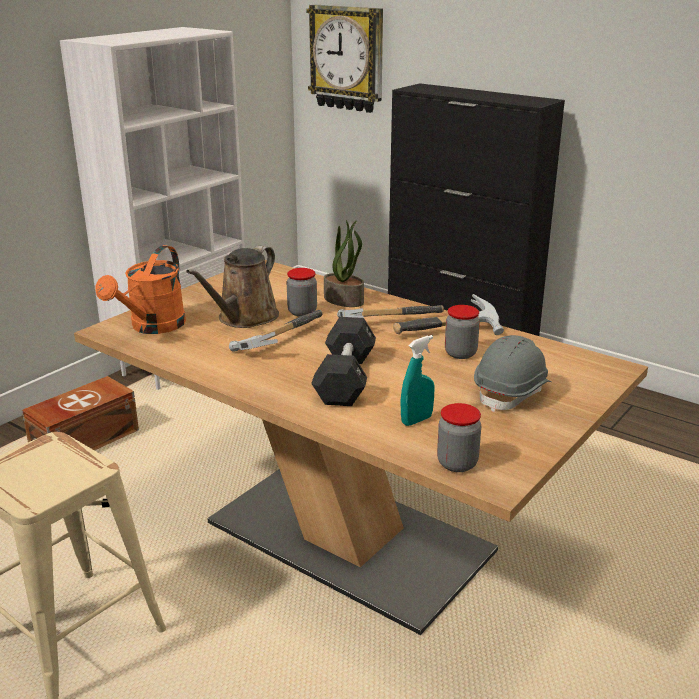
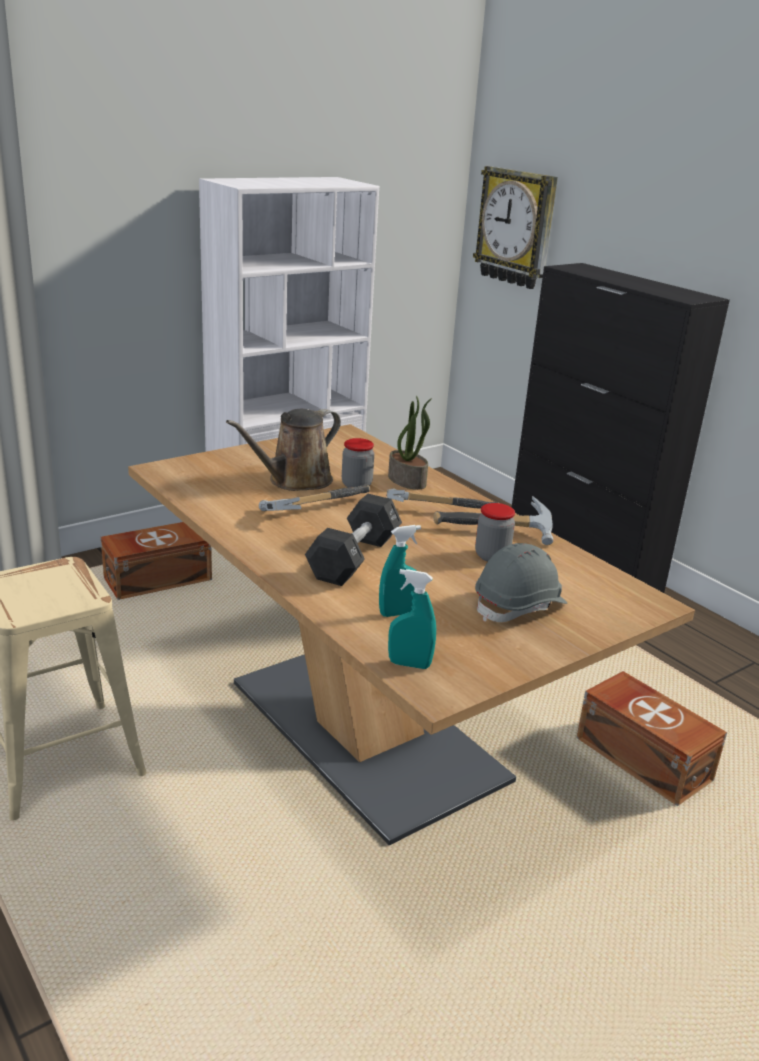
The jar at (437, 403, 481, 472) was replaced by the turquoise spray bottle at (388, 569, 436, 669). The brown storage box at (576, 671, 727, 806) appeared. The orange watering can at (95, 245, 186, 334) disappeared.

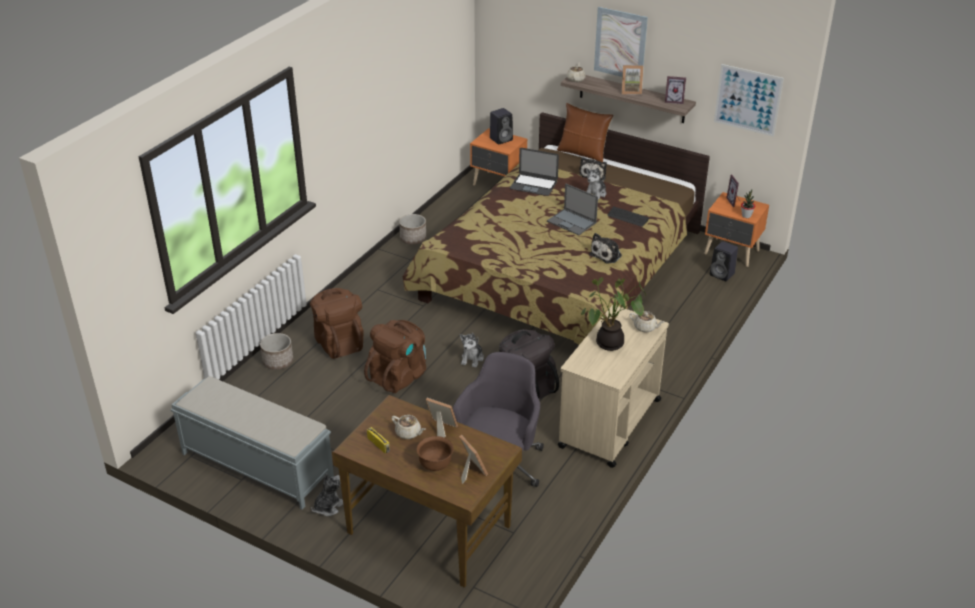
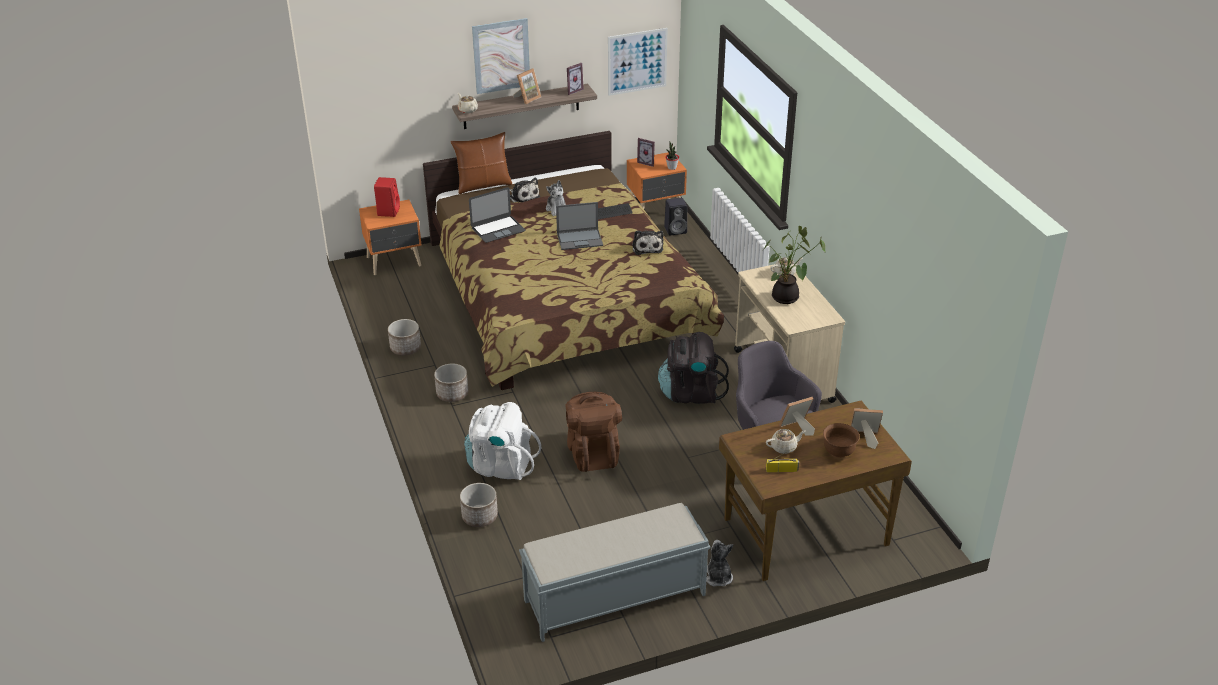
The black speaker at (490, 108, 513, 144) became the red speaker at (374, 177, 400, 217). The planter at (434, 363, 468, 402) appeared. The brown backpack at (310, 288, 364, 359) became the white backpack at (464, 402, 541, 480). The plush toy at (460, 333, 484, 368) disappeared.

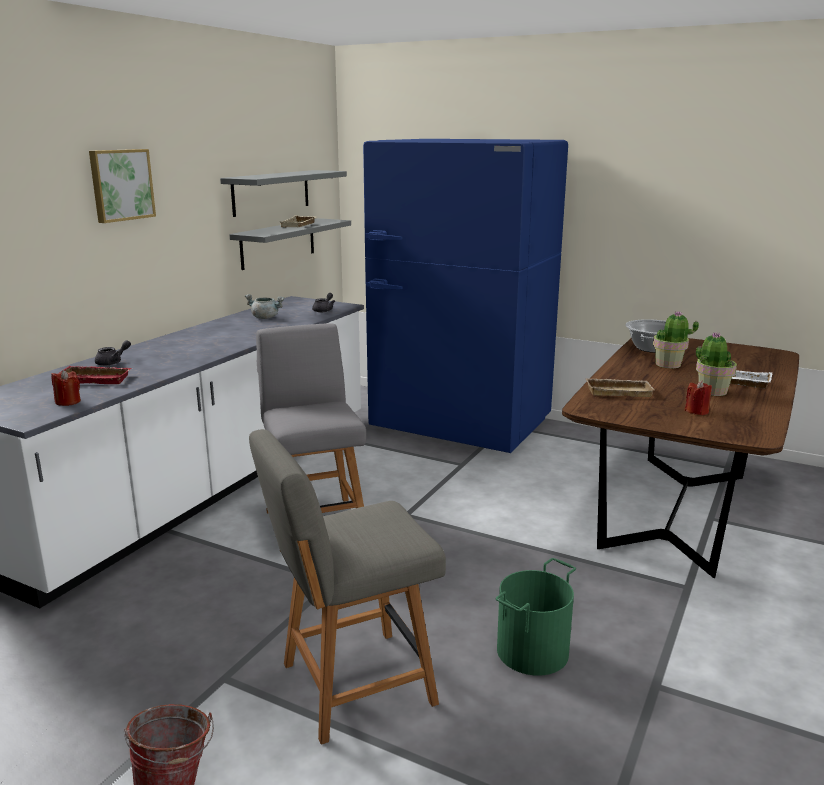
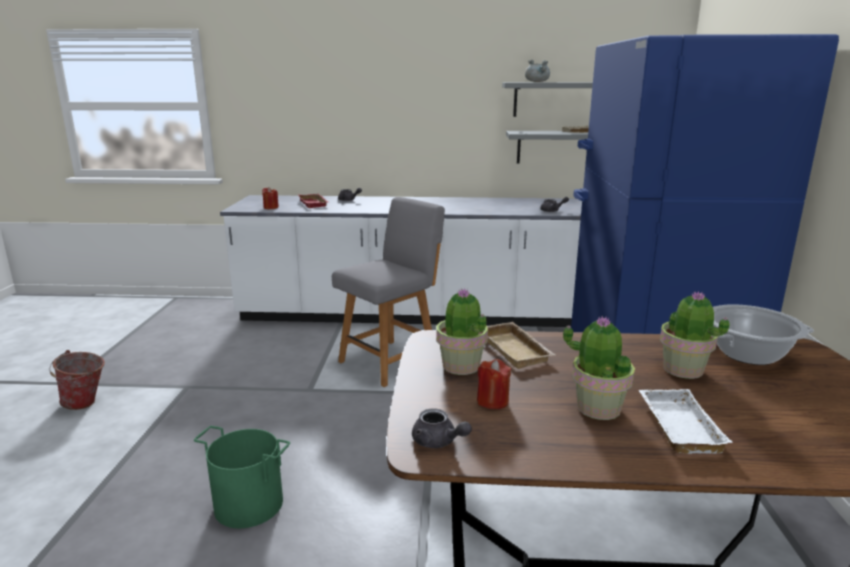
The grey teapot at (412, 408, 472, 448) appeared. The potted plant at (436, 288, 488, 375) appeared. The grey cooking pot moved from (245, 294, 284, 319) to (525, 60, 550, 82). The picture at (89, 149, 156, 223) disappeared. The grey chair at (249, 429, 446, 744) disappeared.

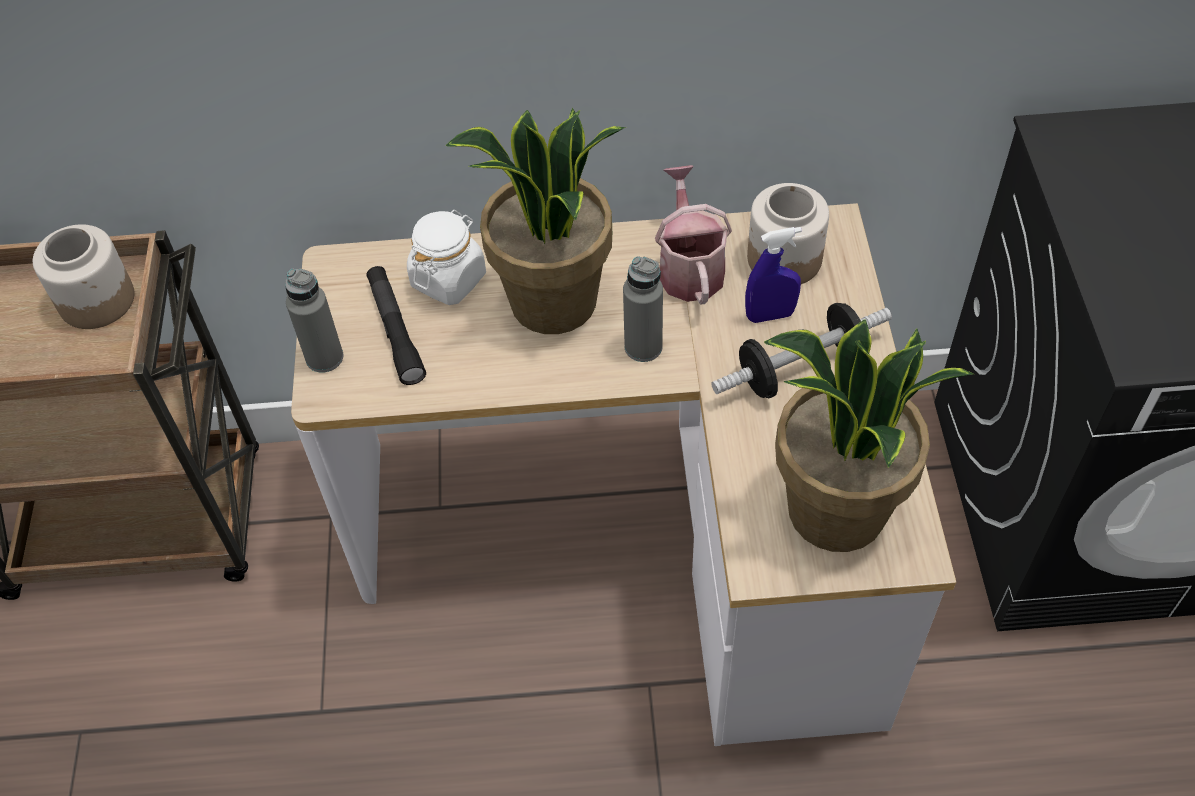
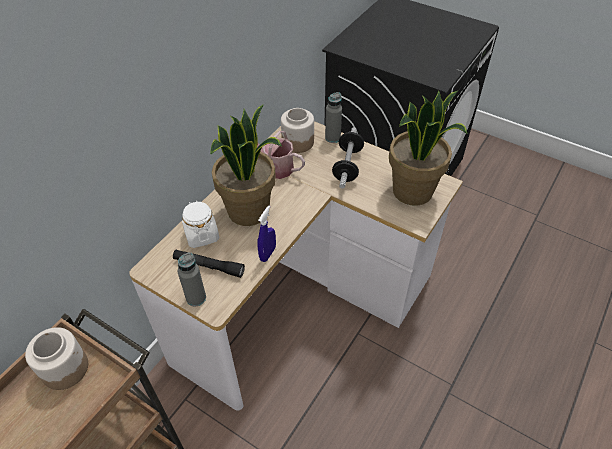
The blue spray bottle moved from (745, 227, 802, 323) to (257, 206, 276, 262). The grey bottle moved from (623, 256, 663, 362) to (325, 92, 342, 143).

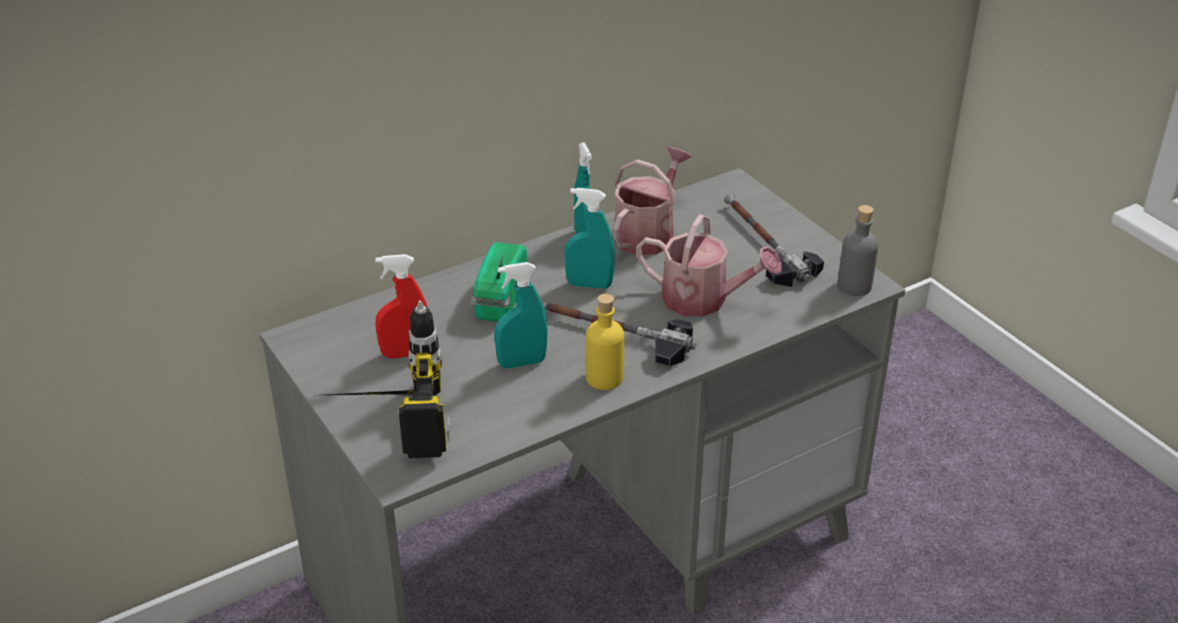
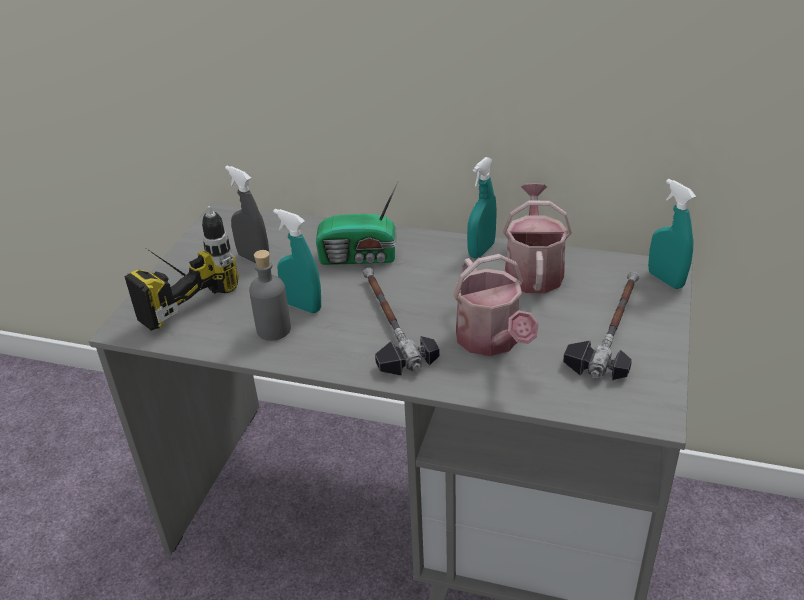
The red spray bottle at (375, 254, 427, 359) became the grey spray bottle at (225, 166, 269, 263). The grey bottle moved from (837, 205, 879, 296) to (249, 250, 291, 341). The radio at (471, 242, 527, 322) turned 150 degrees counterclockwise. The watering can at (613, 147, 691, 255) turned 75 degrees counterclockwise. The turquoise spray bottle moved from (565, 188, 615, 289) to (648, 179, 696, 289). The yellow bottle at (586, 294, 624, 390) disappeared.

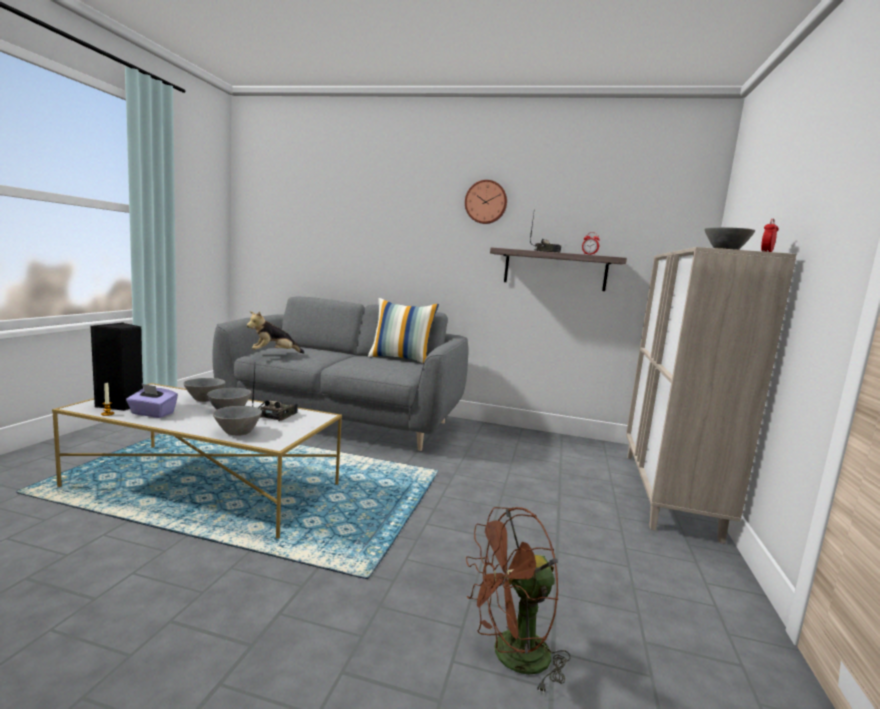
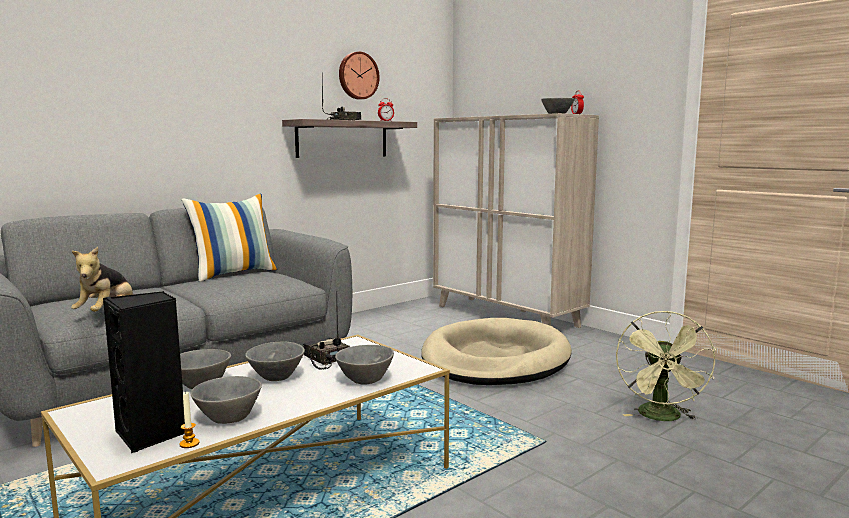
The purple tissue box at (126, 383, 178, 418) was replaced by the grey bowl at (191, 376, 262, 424). The wall clock moved from (465, 180, 507, 224) to (339, 52, 380, 100). The beige dog bed at (421, 318, 572, 385) appeared. The brown fan at (466, 507, 571, 692) became the green fan at (616, 311, 716, 421).

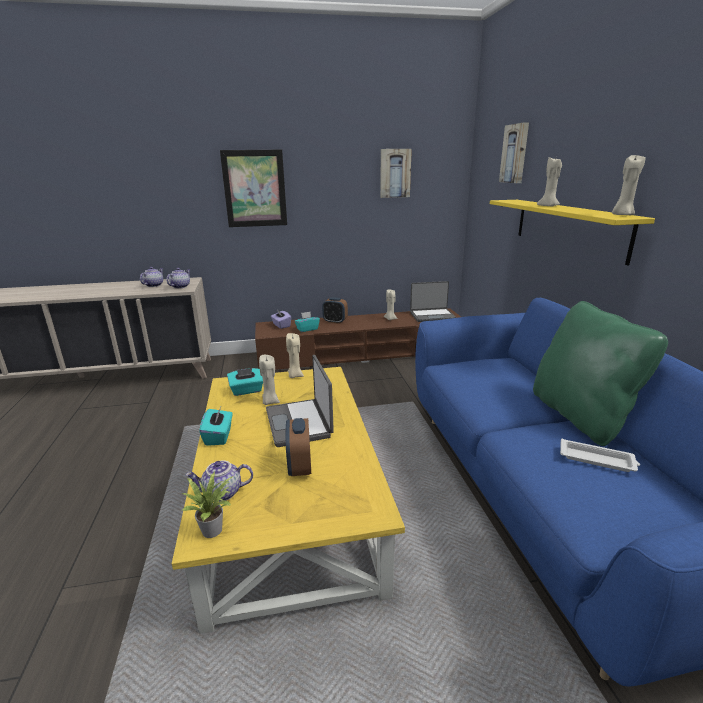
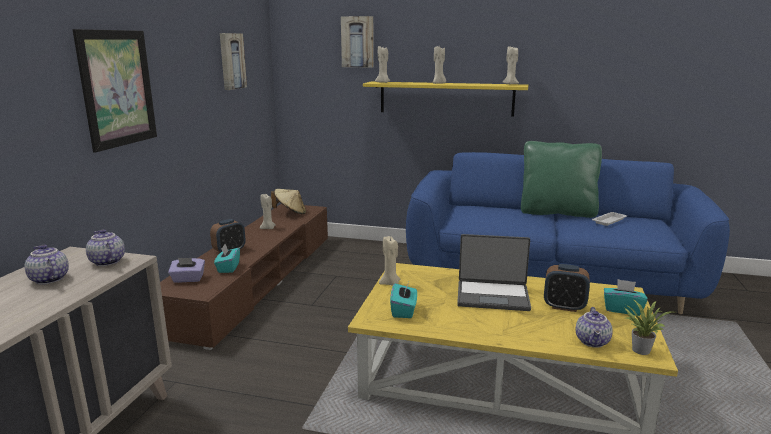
The laptop at (410, 281, 457, 322) was replaced by the beige hat at (271, 189, 306, 214). The beige candle moved from (259, 355, 280, 405) to (375, 46, 390, 83). The turquoise tissue box moved from (199, 405, 233, 446) to (604, 279, 648, 316).

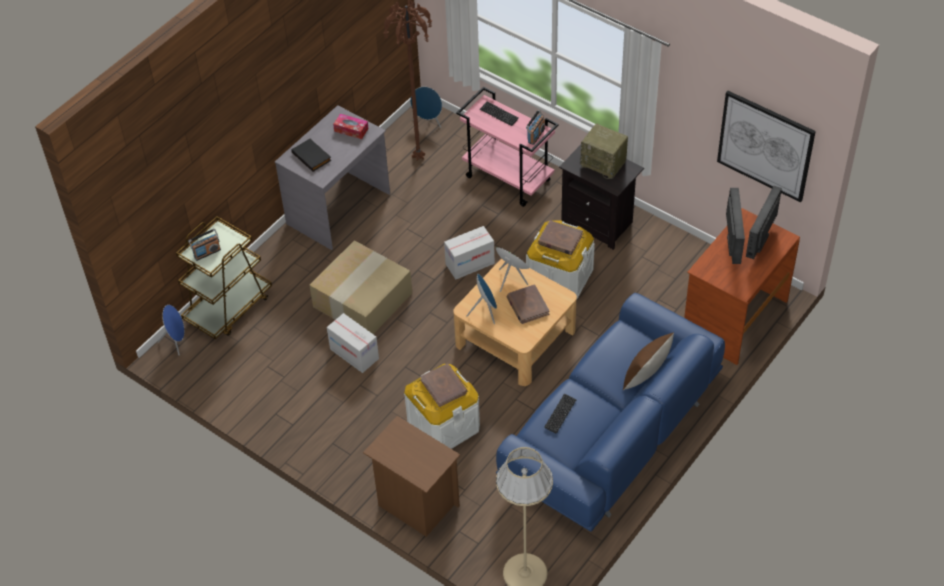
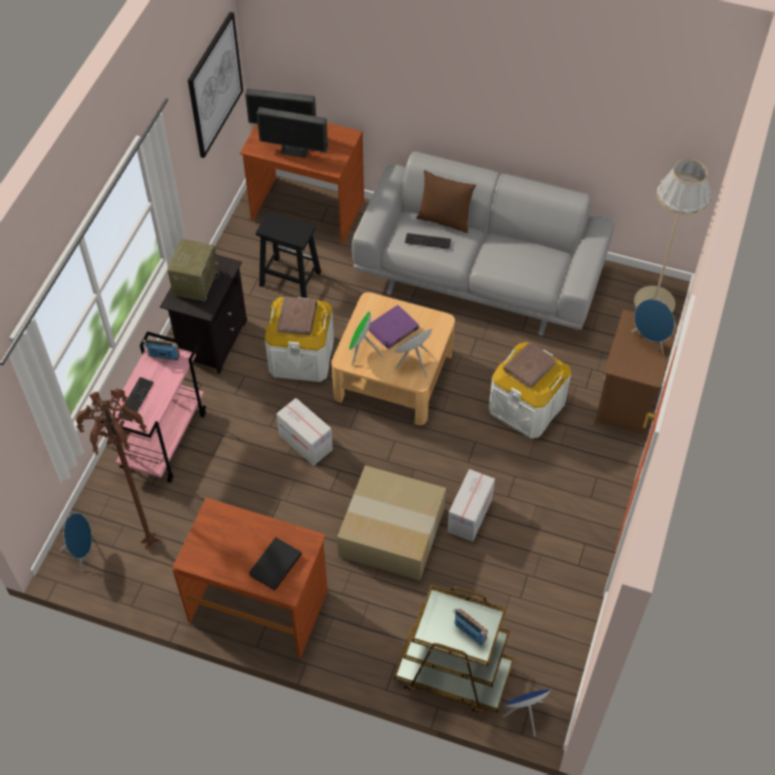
The grey desk at (275, 105, 390, 250) became the brown desk at (172, 498, 328, 659). The black stool at (256, 212, 321, 298) appeared. The monitor at (726, 188, 745, 264) turned 150 degrees counterclockwise. The blue sofa at (496, 293, 725, 532) became the grey sofa at (352, 151, 614, 336). The brown book at (507, 284, 550, 324) became the purple book at (368, 305, 419, 349). The keyboard moved from (544, 394, 577, 434) to (405, 233, 451, 249). The blue speaker at (631, 299, 675, 354) appeared. The tissue box at (333, 114, 368, 139) disappeared.

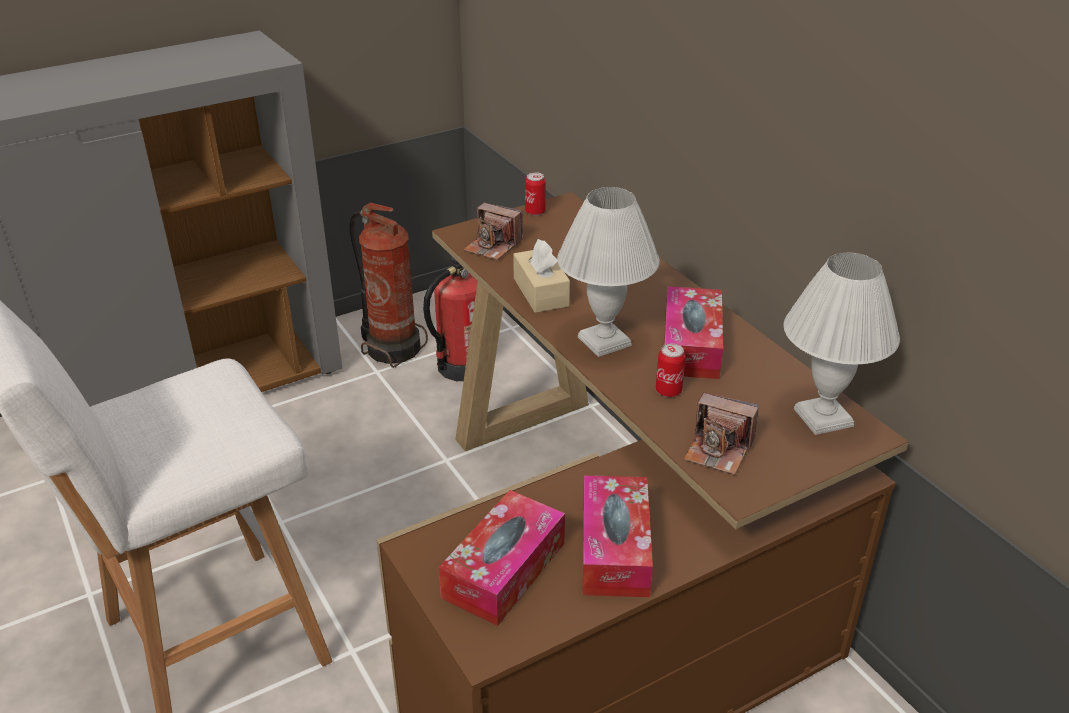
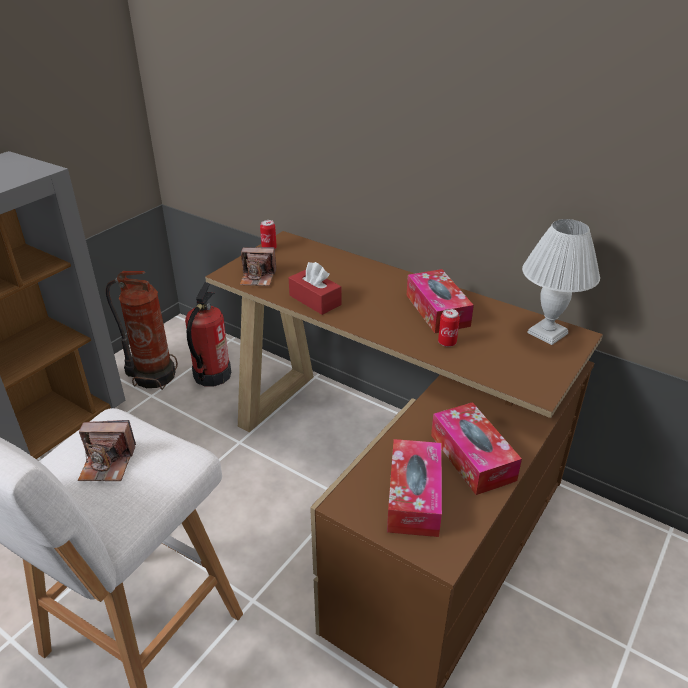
The photo camera moved from (684, 393, 759, 475) to (78, 420, 136, 481). The beige tissue box at (513, 239, 570, 313) became the red tissue box at (289, 262, 341, 315). The white table lamp at (557, 187, 660, 357) disappeared.

